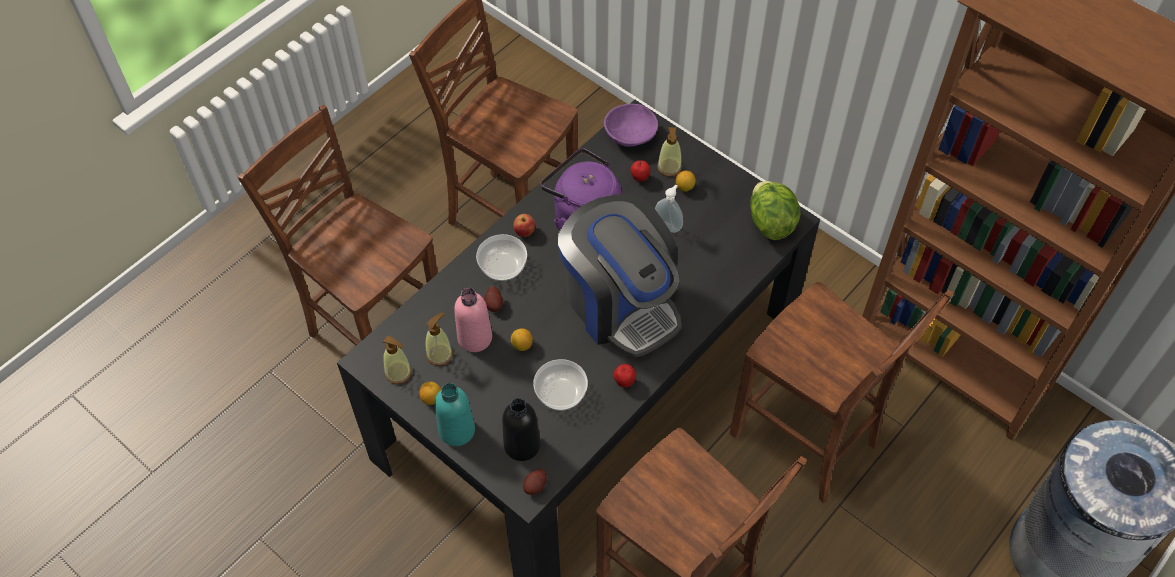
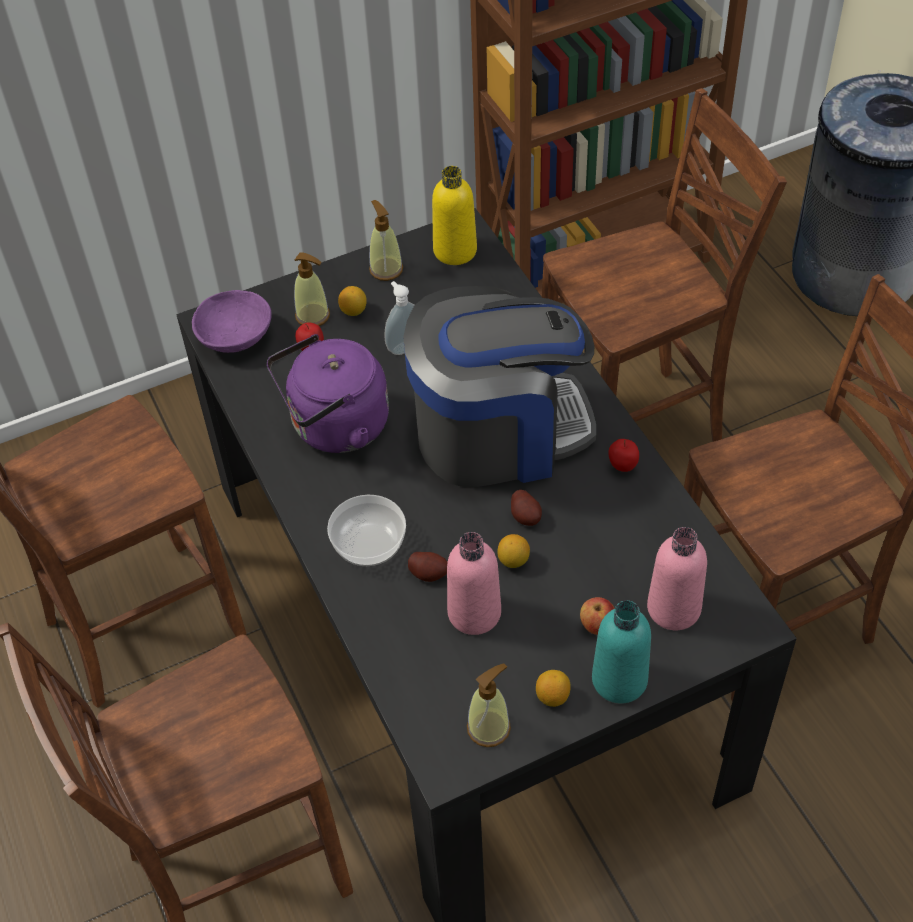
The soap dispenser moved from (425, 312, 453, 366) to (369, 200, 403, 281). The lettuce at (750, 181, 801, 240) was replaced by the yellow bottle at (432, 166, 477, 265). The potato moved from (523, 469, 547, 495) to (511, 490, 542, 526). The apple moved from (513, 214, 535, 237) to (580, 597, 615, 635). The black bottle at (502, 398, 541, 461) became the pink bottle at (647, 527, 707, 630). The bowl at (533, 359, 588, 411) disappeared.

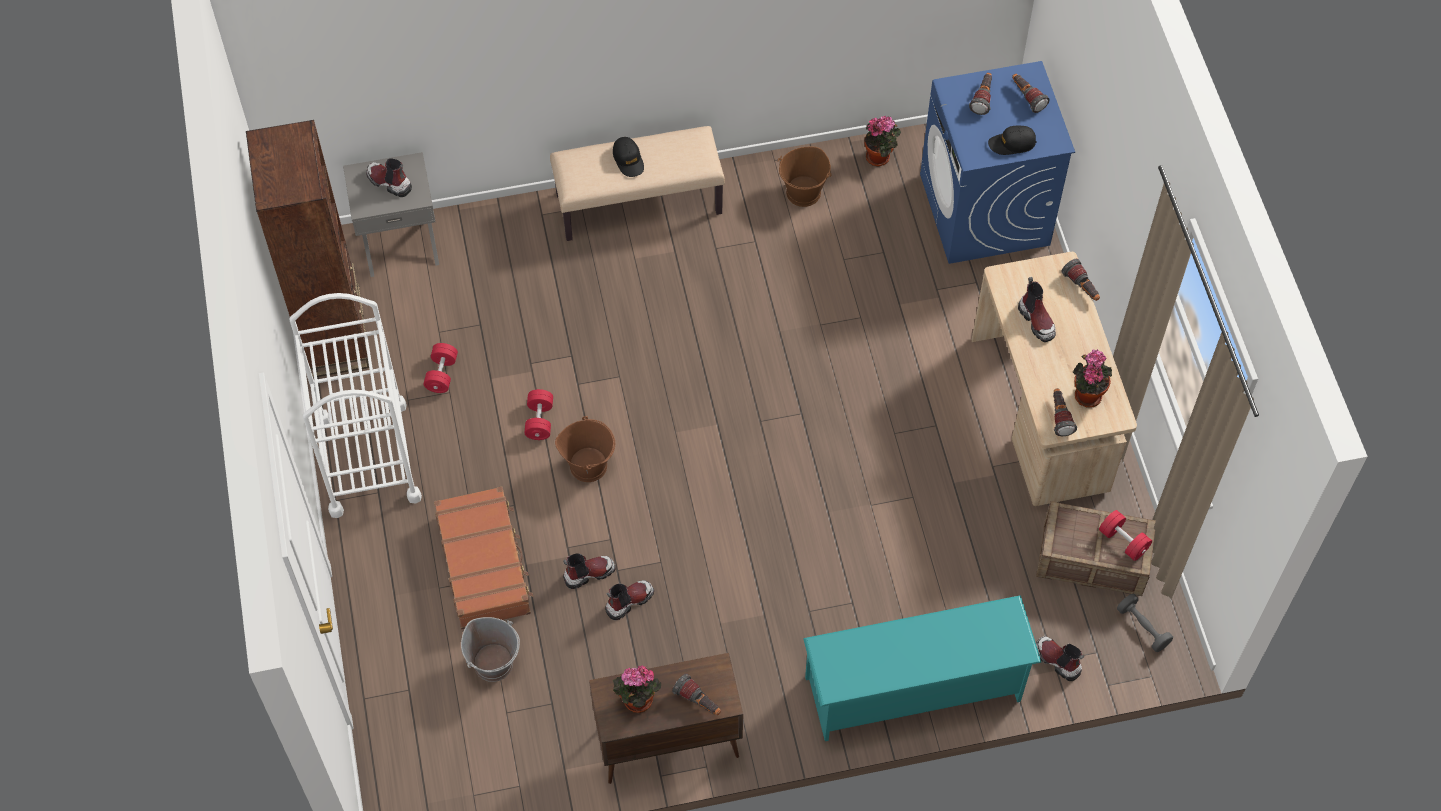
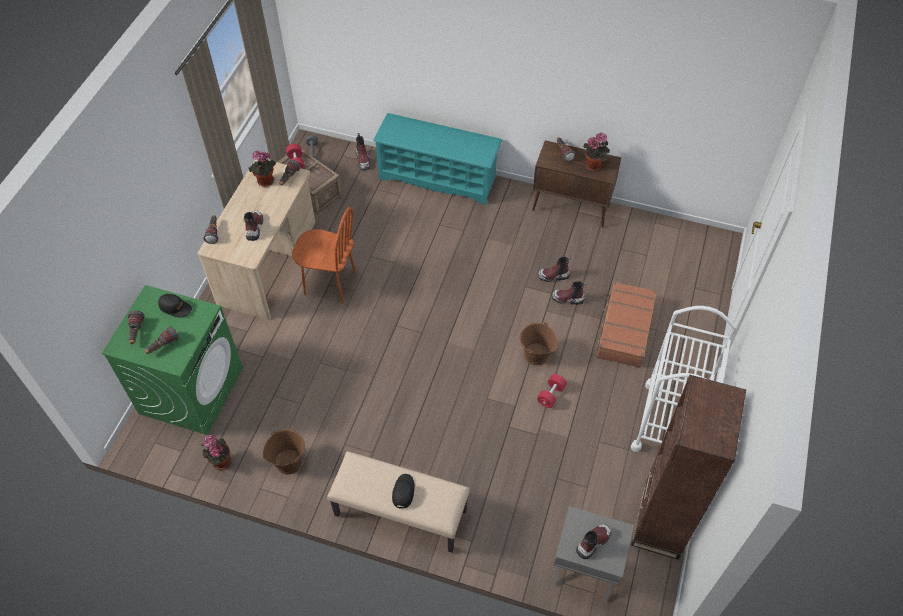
The blue washing machine at (920, 61, 1075, 264) became the green washing machine at (101, 285, 243, 435). The brown chair at (292, 207, 356, 304) appeared. The boot at (366, 158, 412, 197) turned 105 degrees counterclockwise. The red dumbbell at (424, 343, 458, 393) disappeared. The grey bucket at (461, 617, 520, 682) disappeared.

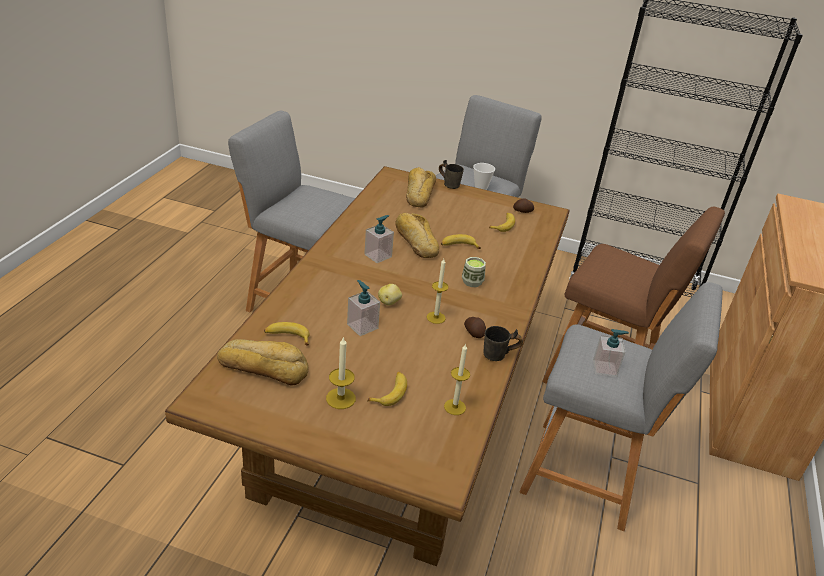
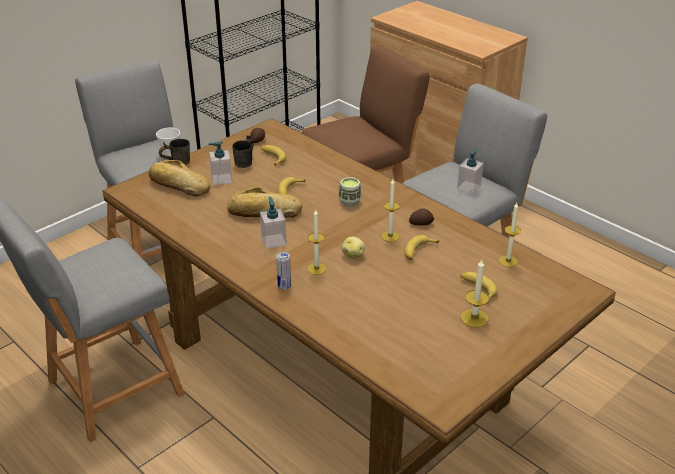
The soap dispenser moved from (347, 280, 380, 336) to (208, 141, 232, 185). The grey mug moved from (483, 326, 523, 361) to (232, 135, 254, 168). The can at (276, 252, 291, 290) appeared. The candle at (307, 210, 326, 275) appeared. The banana moved from (264, 322, 310, 345) to (404, 235, 439, 260). The bread at (217, 339, 308, 386) disappeared.

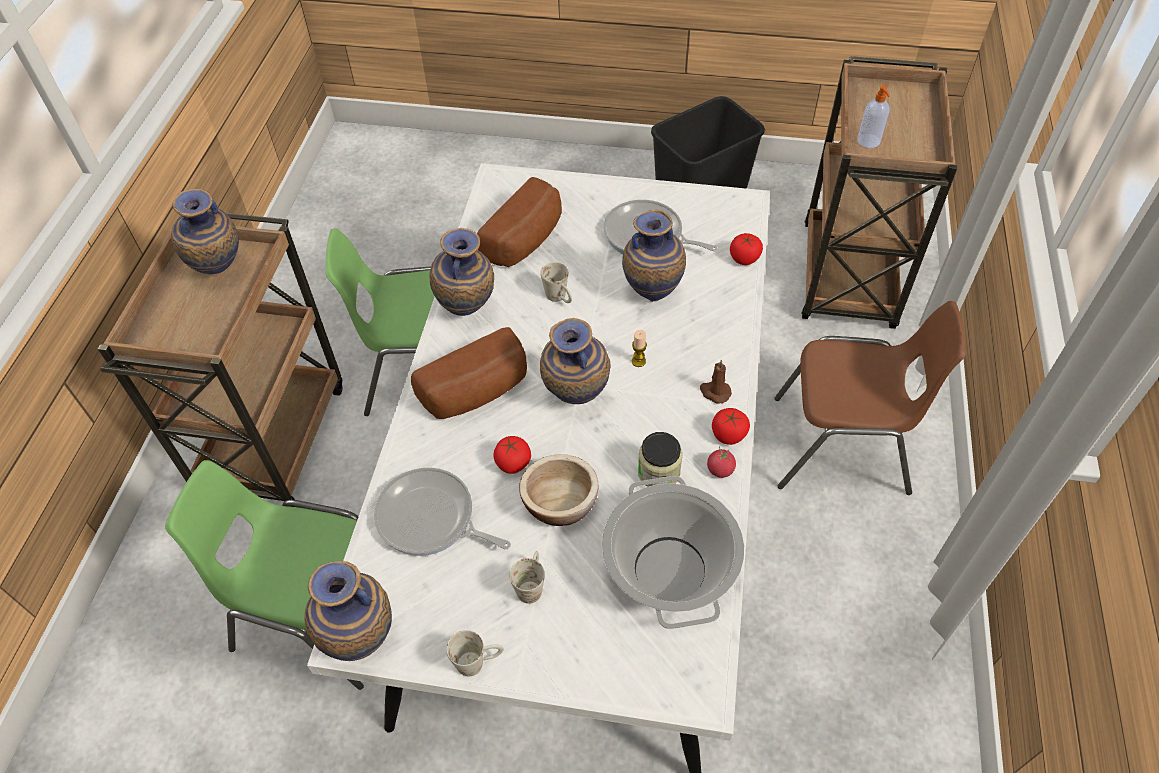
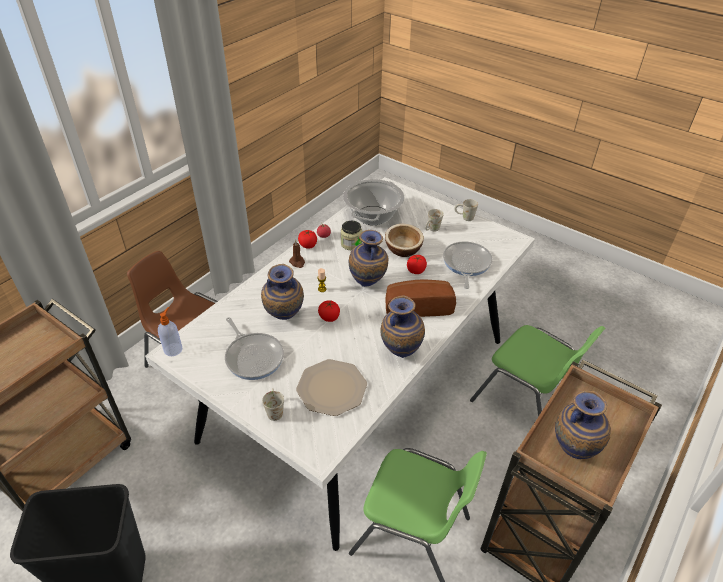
The soap dispenser moved from (857, 85, 890, 148) to (158, 307, 183, 356). The white mug moved from (540, 262, 572, 303) to (262, 388, 284, 421). The bread at (477, 177, 562, 267) was replaced by the plate at (296, 359, 367, 416). The tomato moved from (730, 233, 763, 265) to (318, 300, 340, 322). The frying pan at (374, 468, 511, 556) turned 135 degrees counterclockwise. The vase at (305, 561, 392, 661) disappeared.

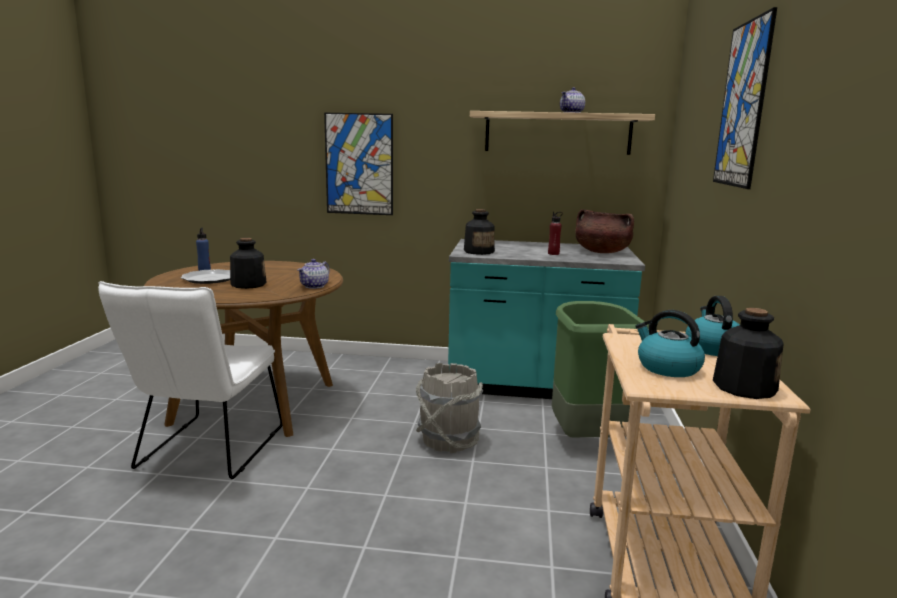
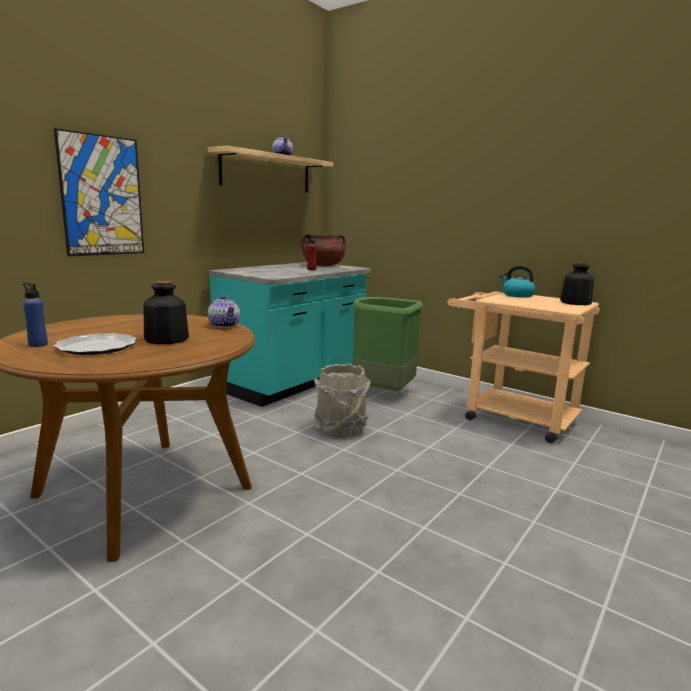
The white chair at (98, 281, 283, 479) disappeared. The bottle at (464, 209, 495, 255) disappeared. The kettle at (635, 310, 705, 377) disappeared. The picture at (713, 7, 777, 189) disappeared.

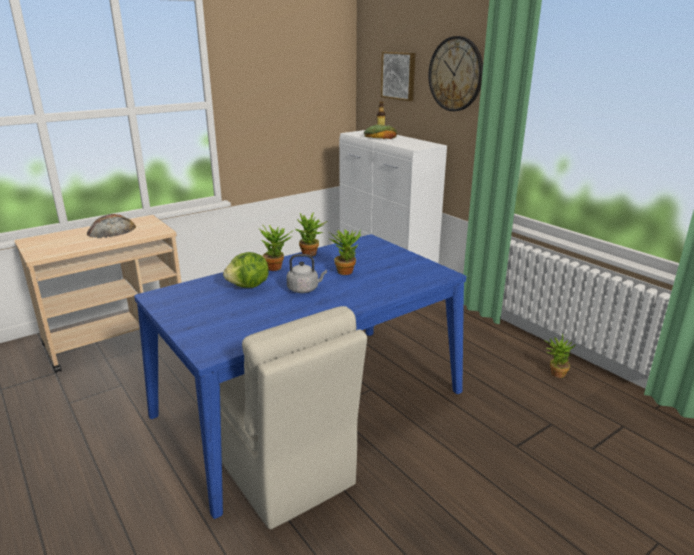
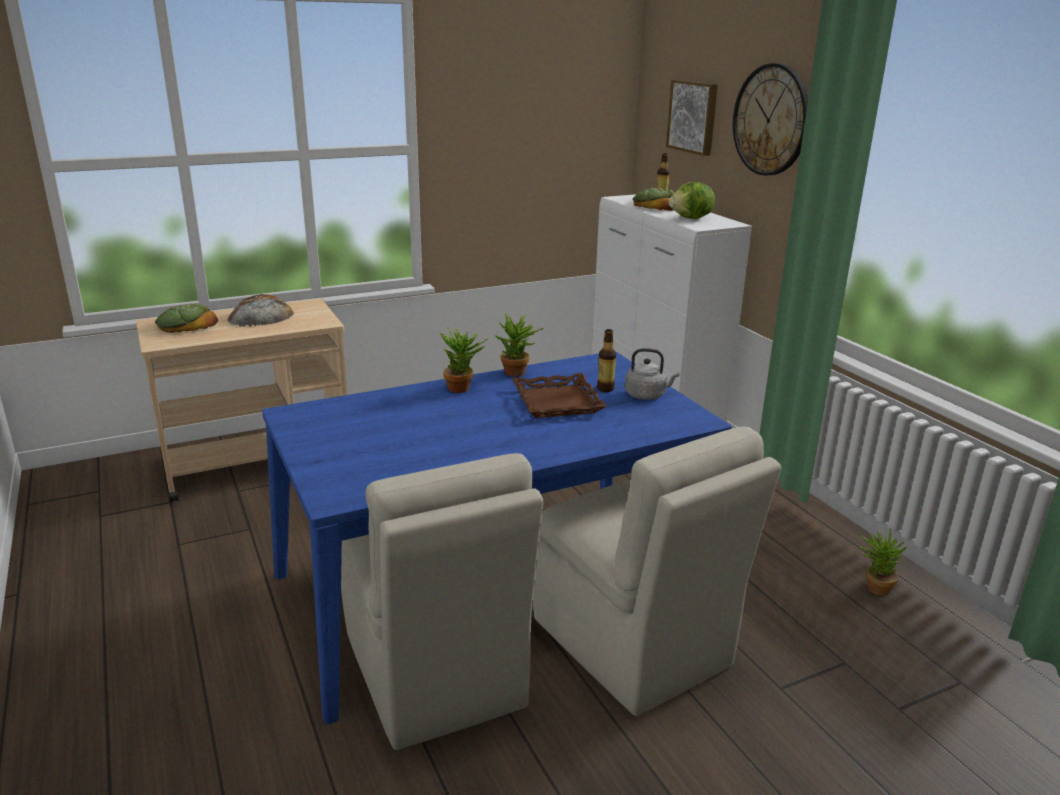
The bread at (155, 303, 218, 333) appeared. The potted plant at (328, 229, 361, 275) was replaced by the brown tray at (512, 373, 607, 418). The beige chair at (533, 426, 781, 716) appeared. The bottle at (597, 329, 616, 392) appeared. The grey kettle moved from (286, 254, 327, 293) to (625, 348, 680, 400). The lettuce moved from (223, 252, 269, 288) to (669, 182, 715, 219).

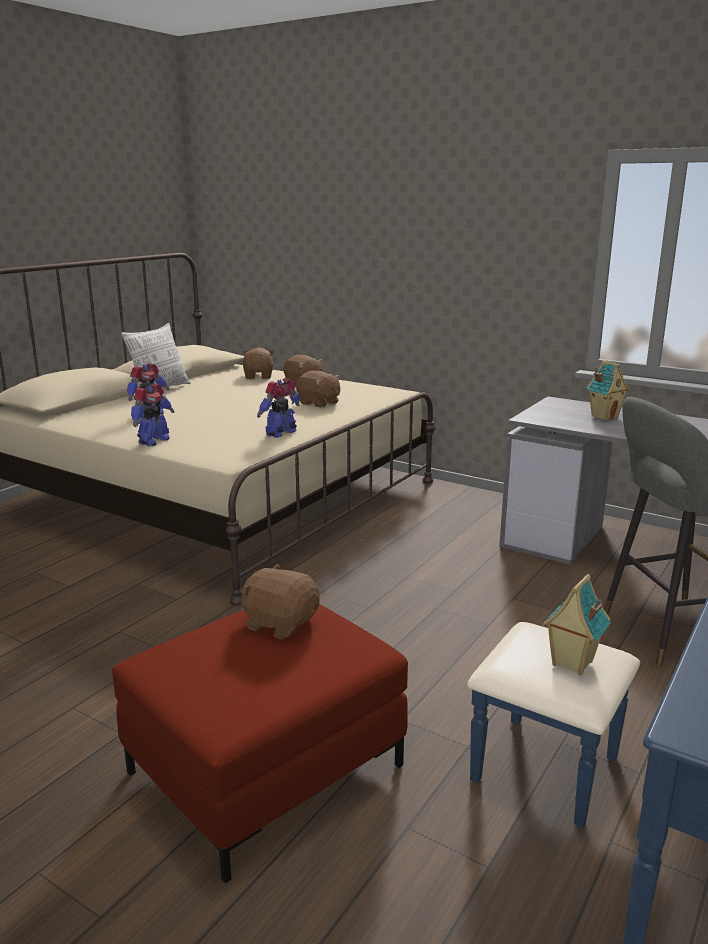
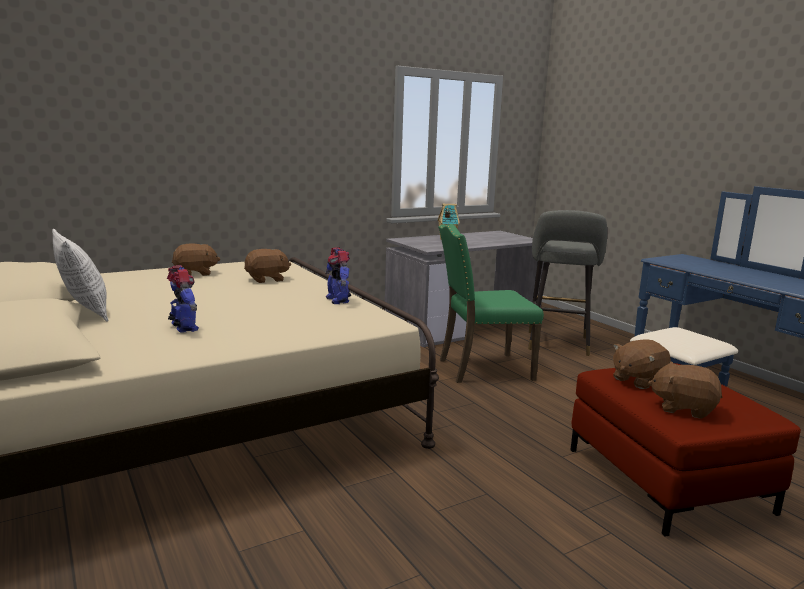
The green chair at (438, 224, 544, 383) appeared. The brown plush toy moved from (242, 347, 275, 379) to (648, 361, 723, 419). The toy robot at (131, 384, 175, 446) disappeared. The toy house at (543, 574, 611, 676) disappeared.

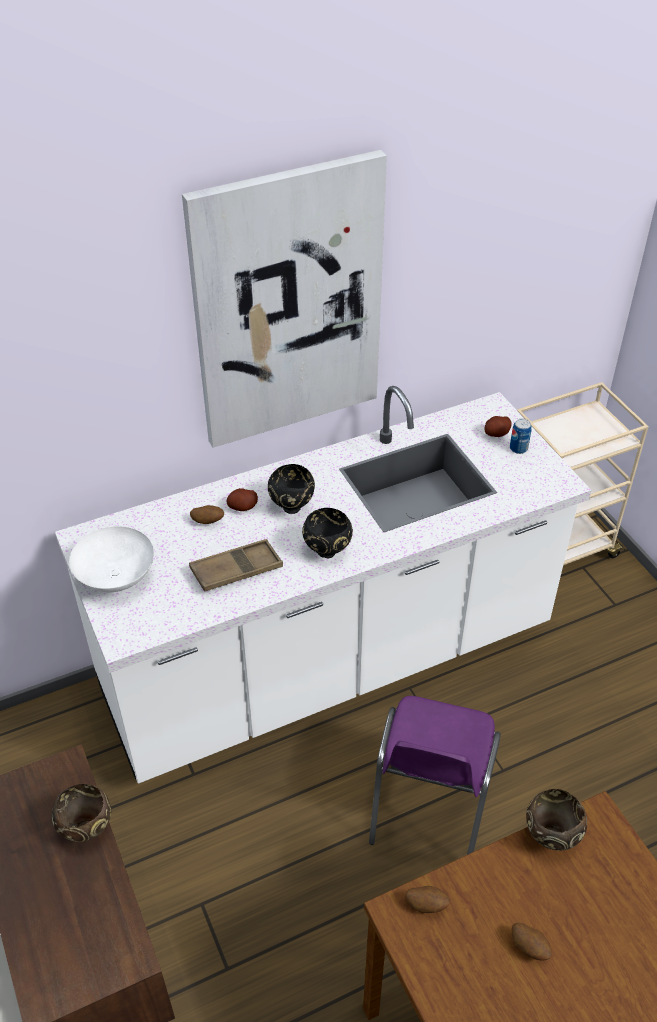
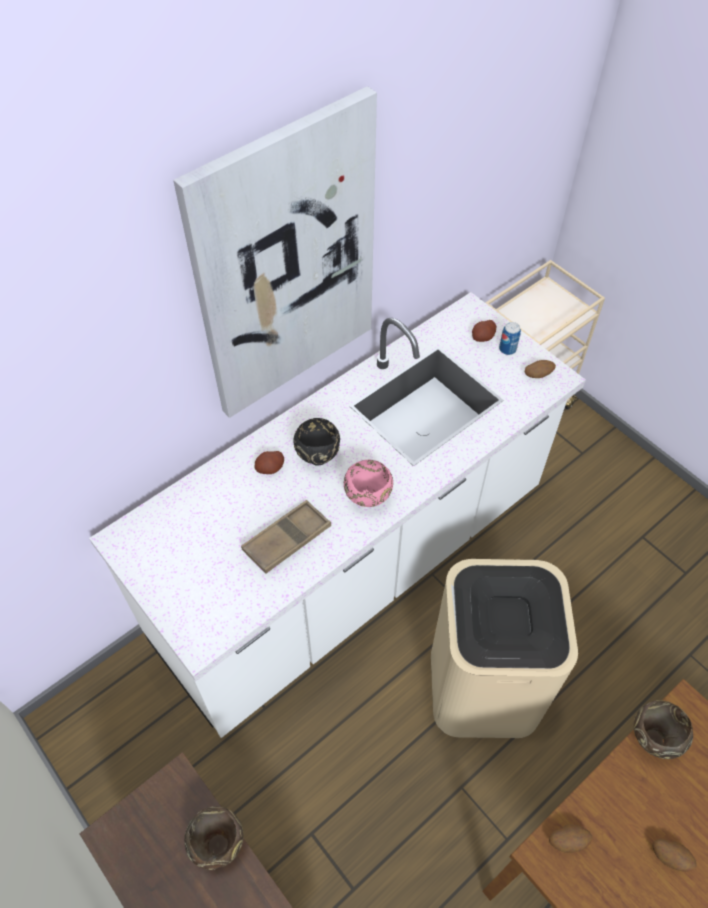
The black bowl at (302, 508, 353, 558) became the pink bowl at (344, 460, 393, 507). The purple chair at (369, 696, 501, 855) was replaced by the beige trash can at (431, 559, 578, 738). The potato moved from (190, 505, 224, 524) to (525, 360, 556, 378). The white bowl at (69, 526, 154, 592) disappeared.

